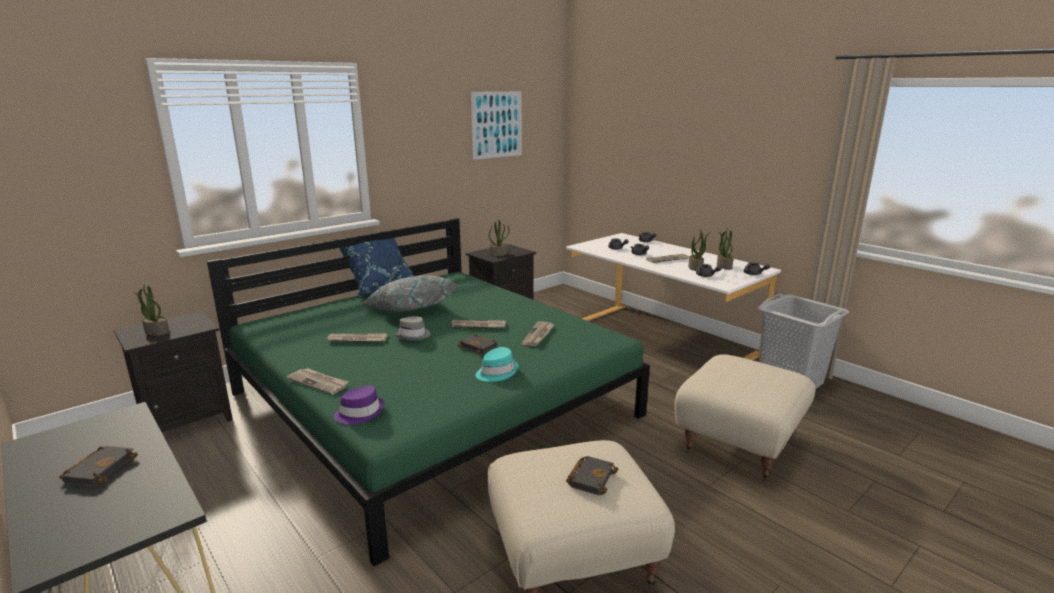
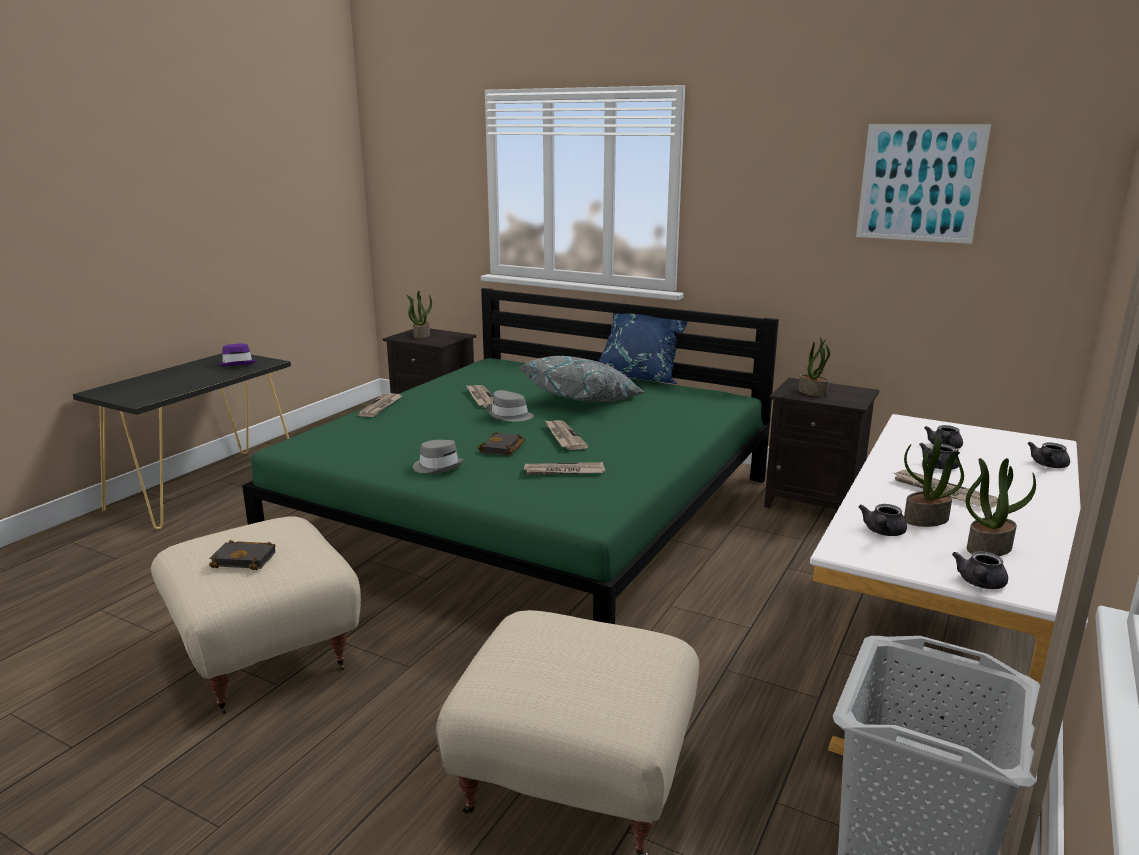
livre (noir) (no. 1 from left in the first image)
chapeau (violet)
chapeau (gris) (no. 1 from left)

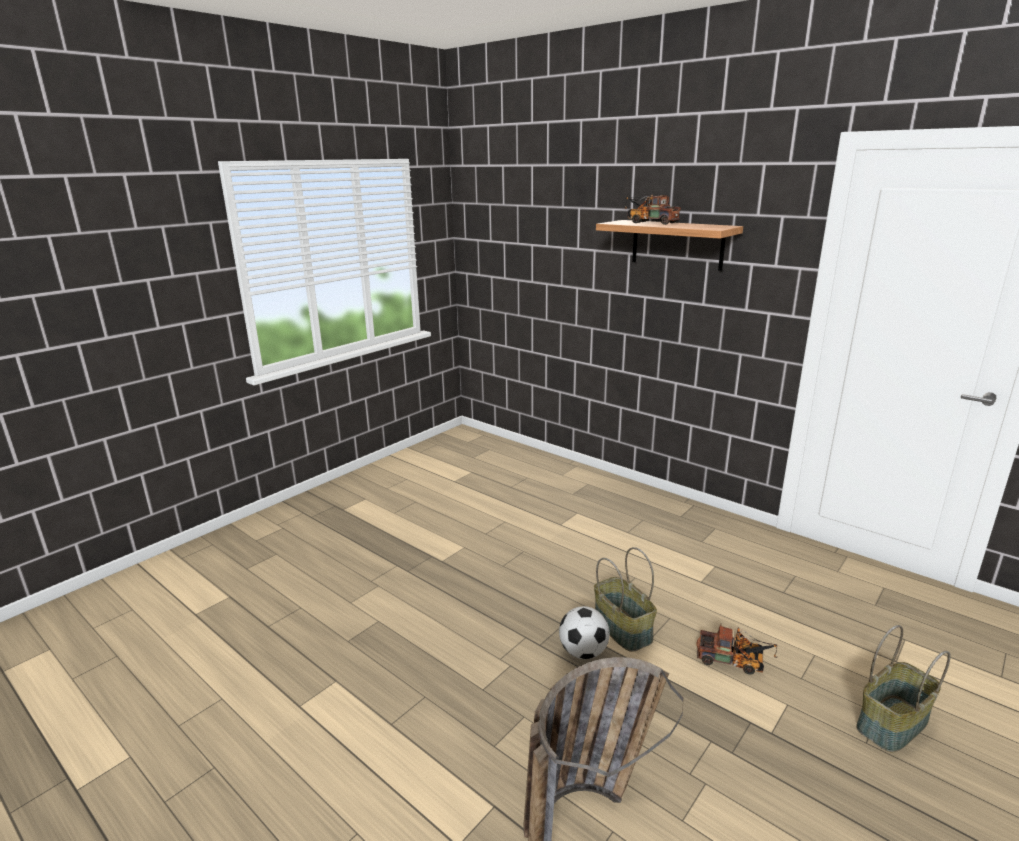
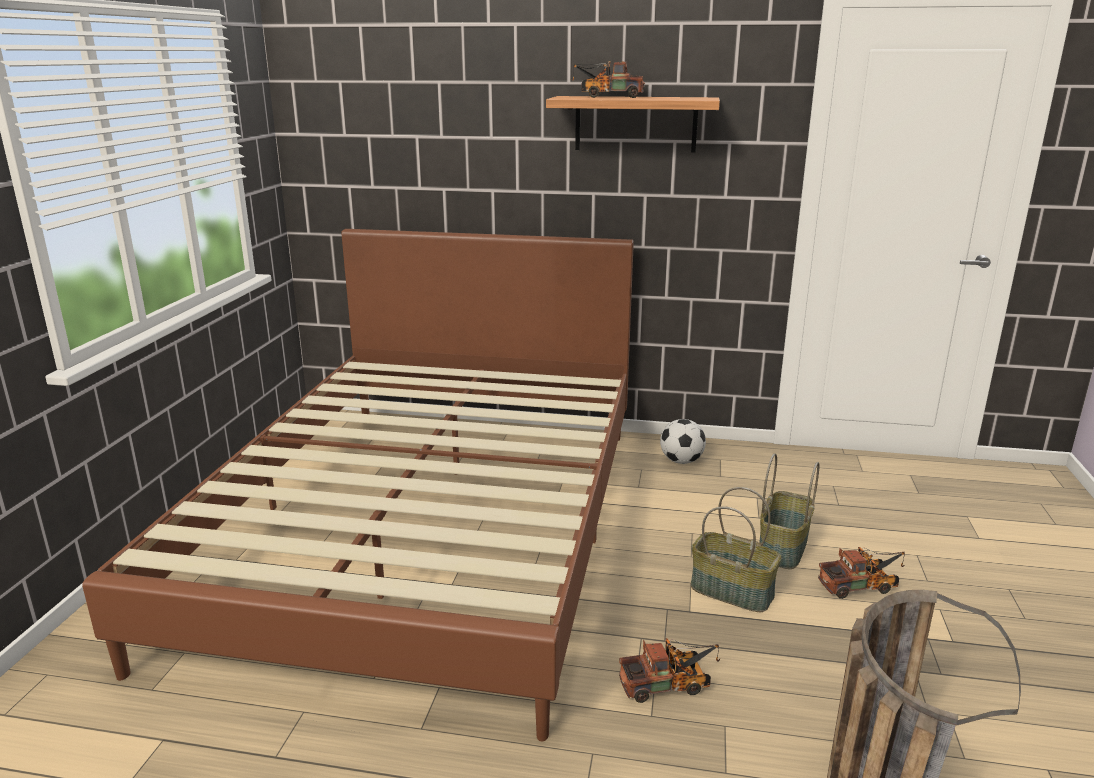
lit (marron)
camion jouet (no. 2 from left)
ballon de foot
panier (no. 2 from left)

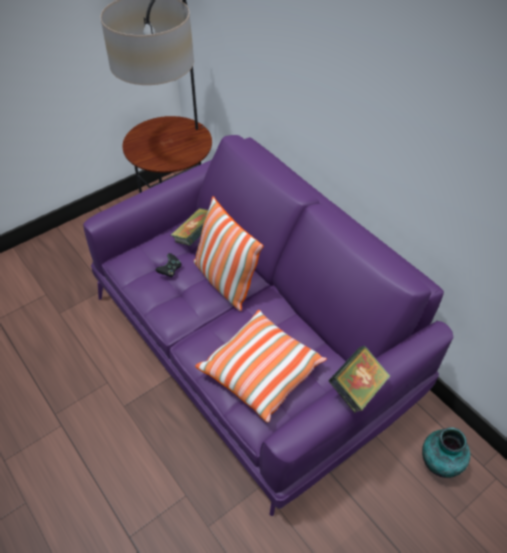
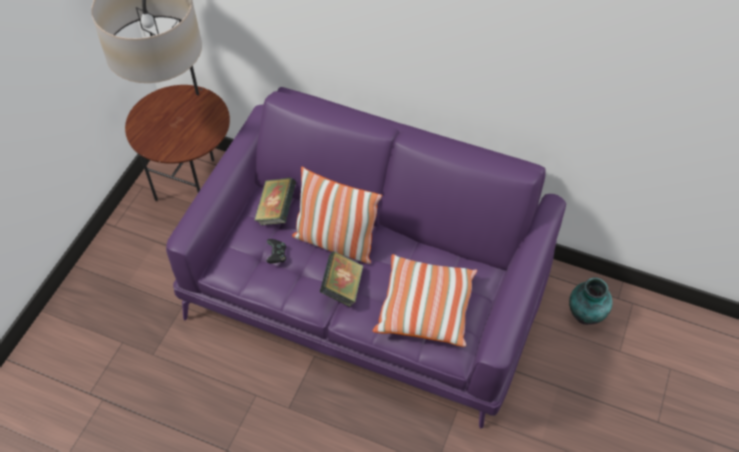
livre (no. 2 from left)

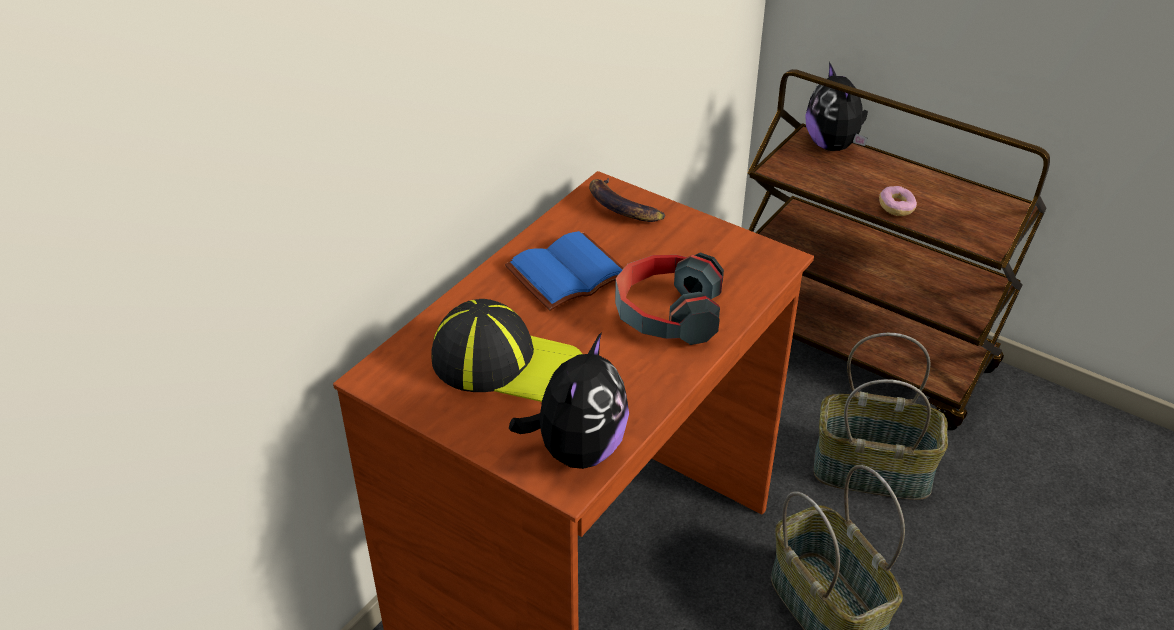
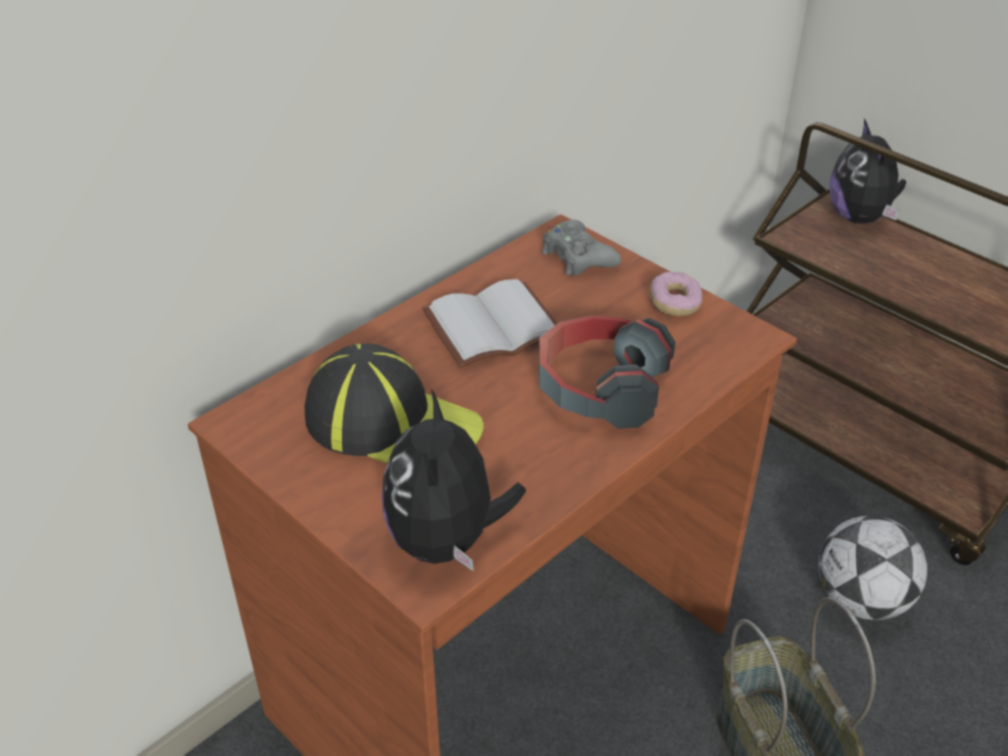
beignet
manette (gris)
ballon de foot
livre (blanc)
peluche (no. 1 from left)

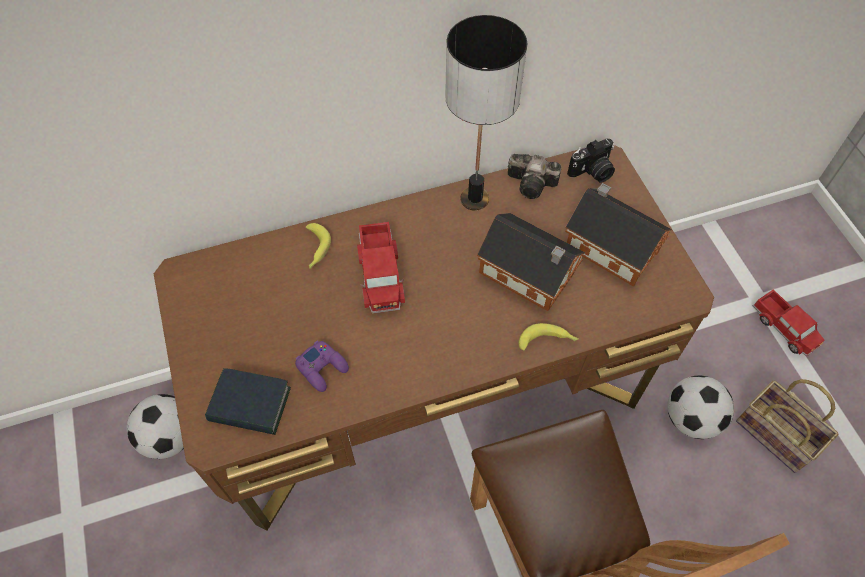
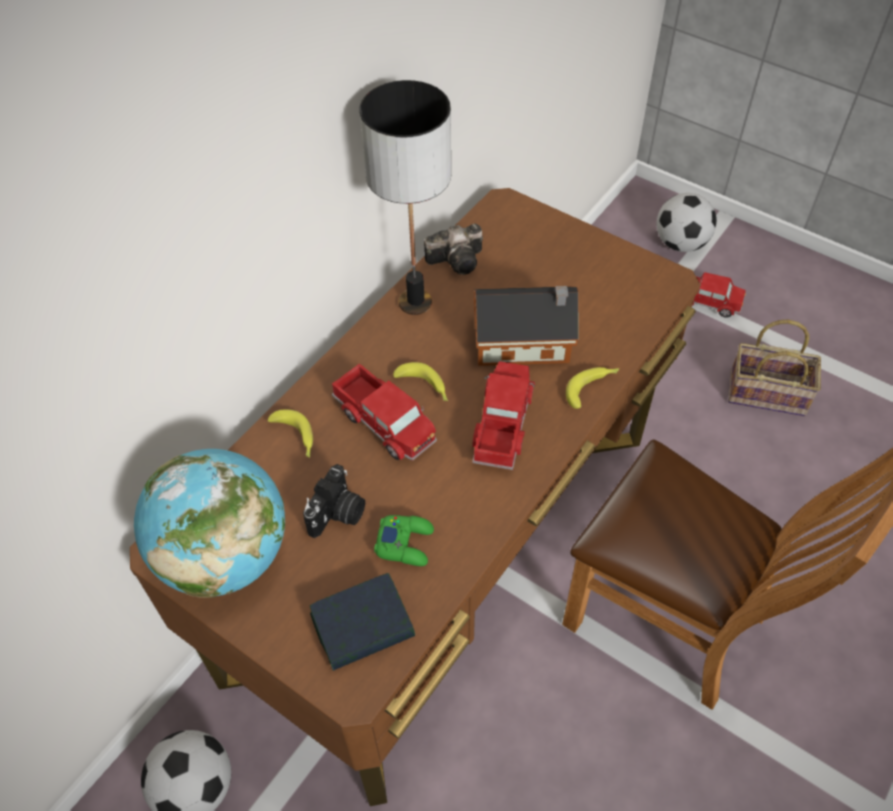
maison miniature (no. 2 from left in the first image)
globe
banane (no. 2 from left)
camion jouet (no. 2 from left)
appareil photo (no. 1 from left)
ballon de foot (no. 2 from left)
manette (vert)

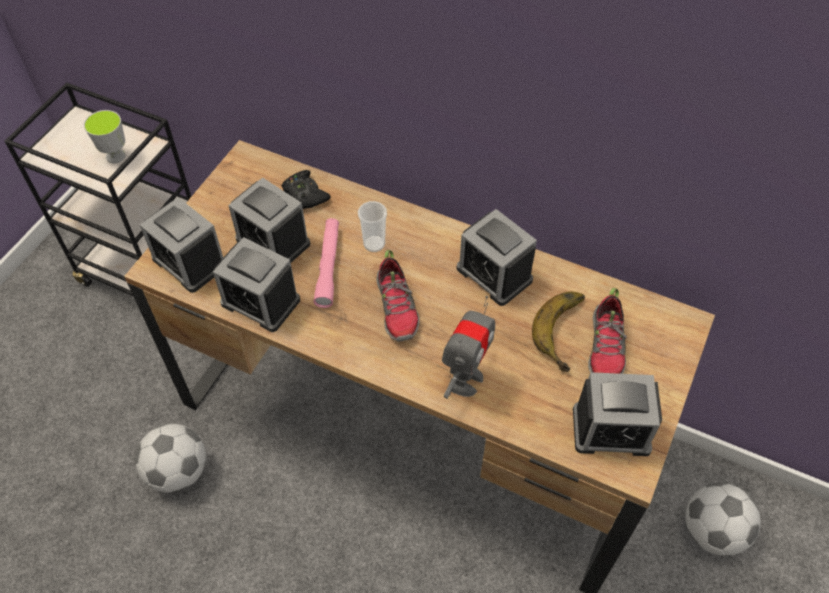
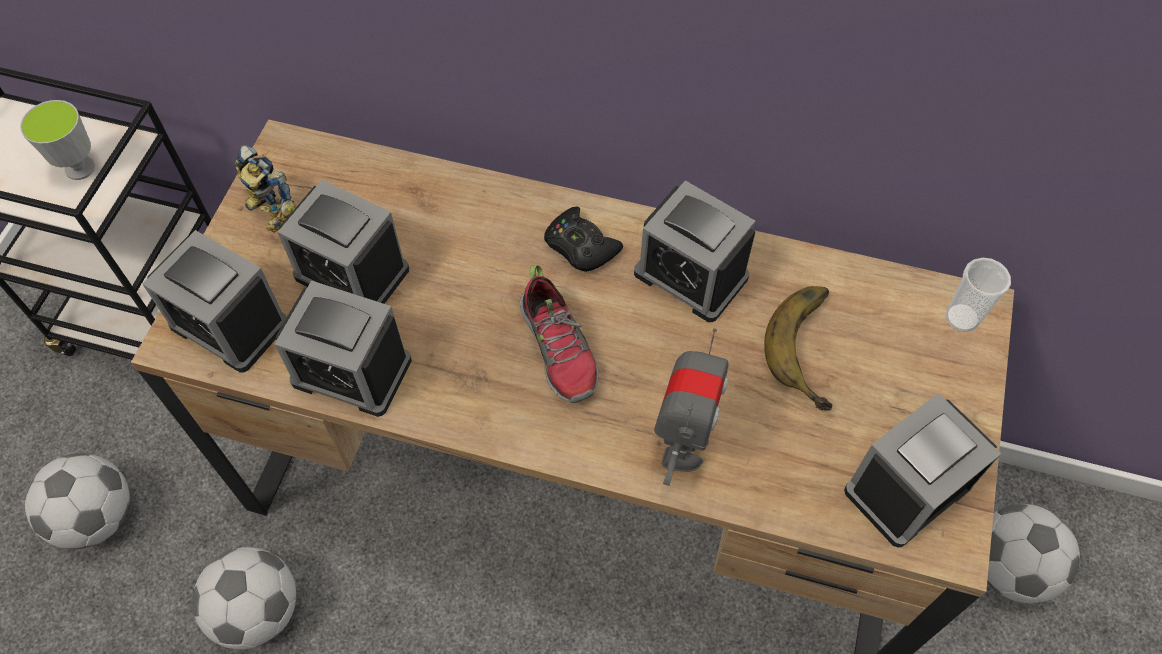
lampe de poche (rose)
chaussure (no. 2 from left in the first image)
ballon de foot (no. 1 from left)
robot jouet (no. 1 from left)
manette (noir)
tasse (no. 2 from left)
réveil (no. 5 from left)

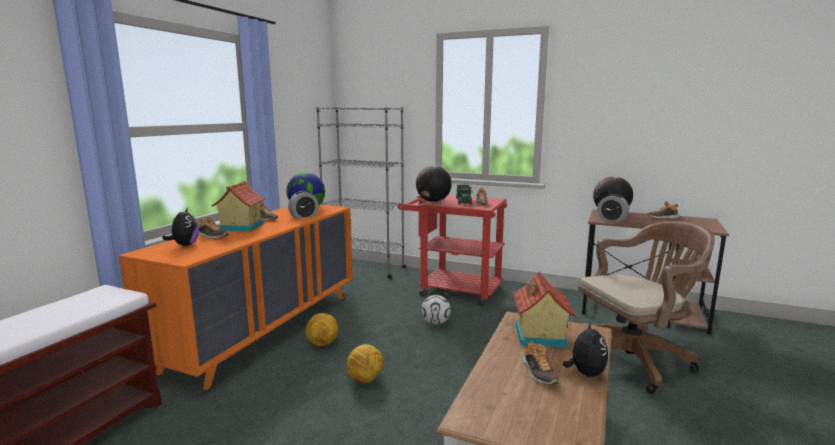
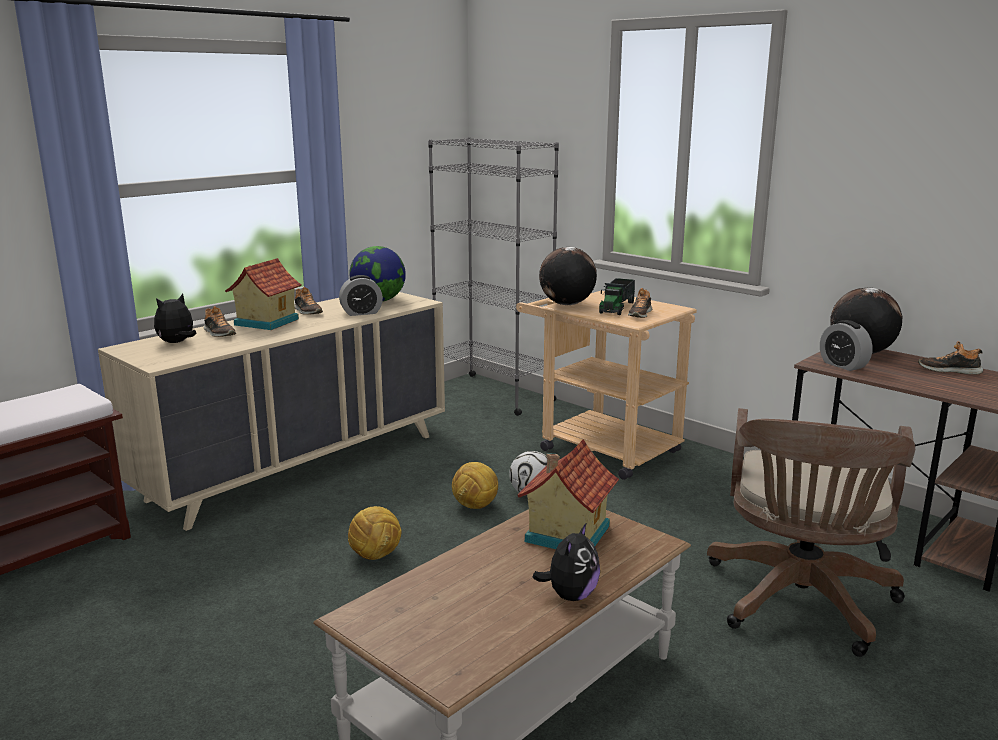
chaussure (no. 4 from left in the first image)
ballon de foot (no. 2 from left)
commode (beige)
chariot (beige)
peluche (no. 1 from left)
chaise de bureau (marron)

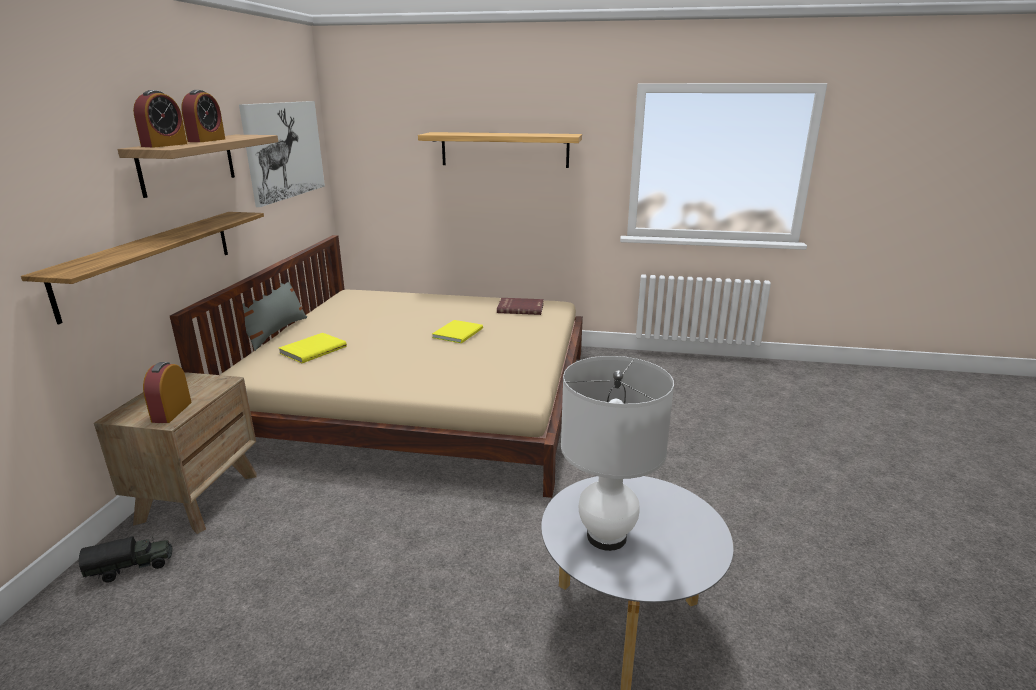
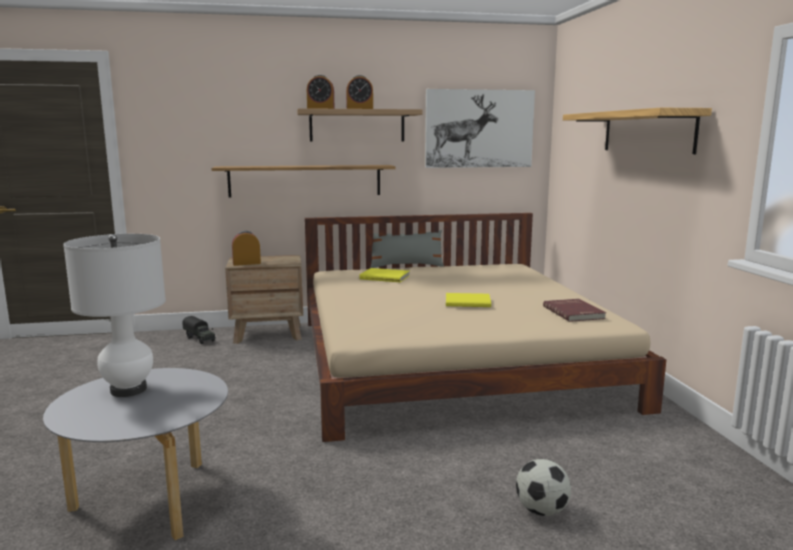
ballon de foot

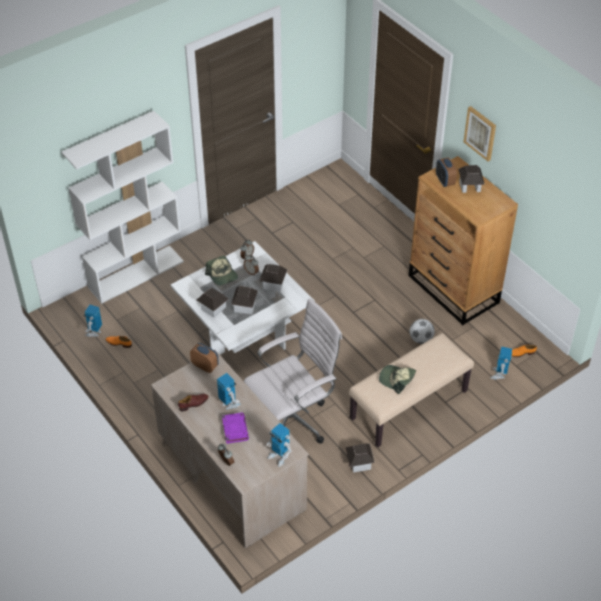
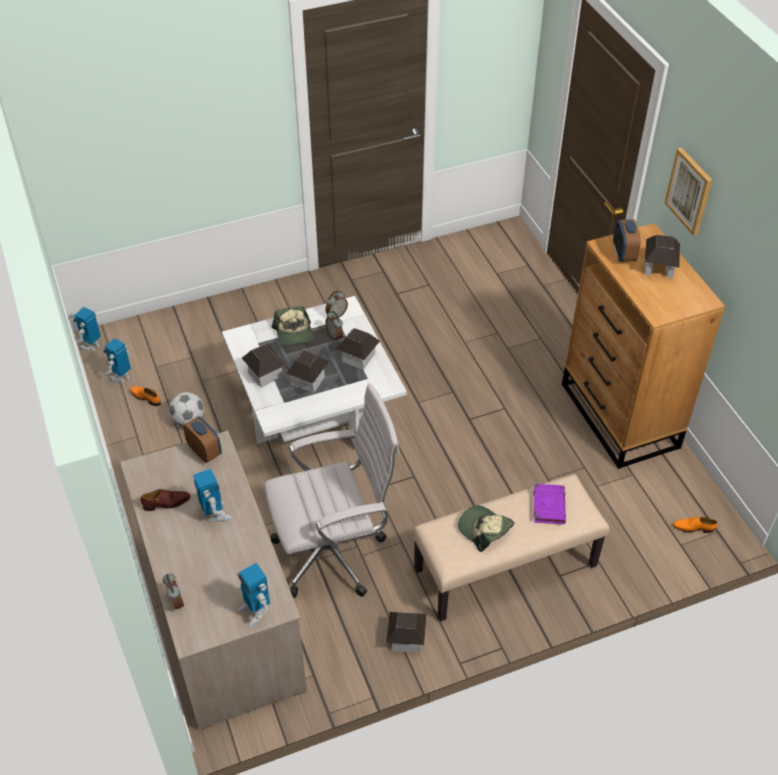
bibliothèque (blanc)
livre (violet)
ballon de foot
robot jouet (no. 1 from left)

